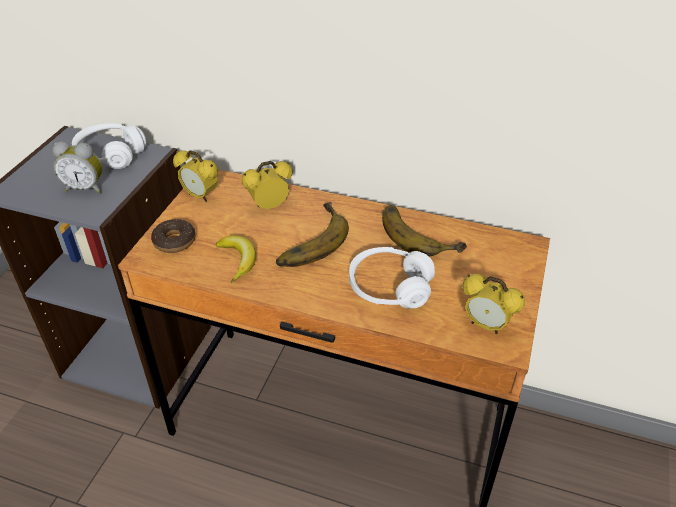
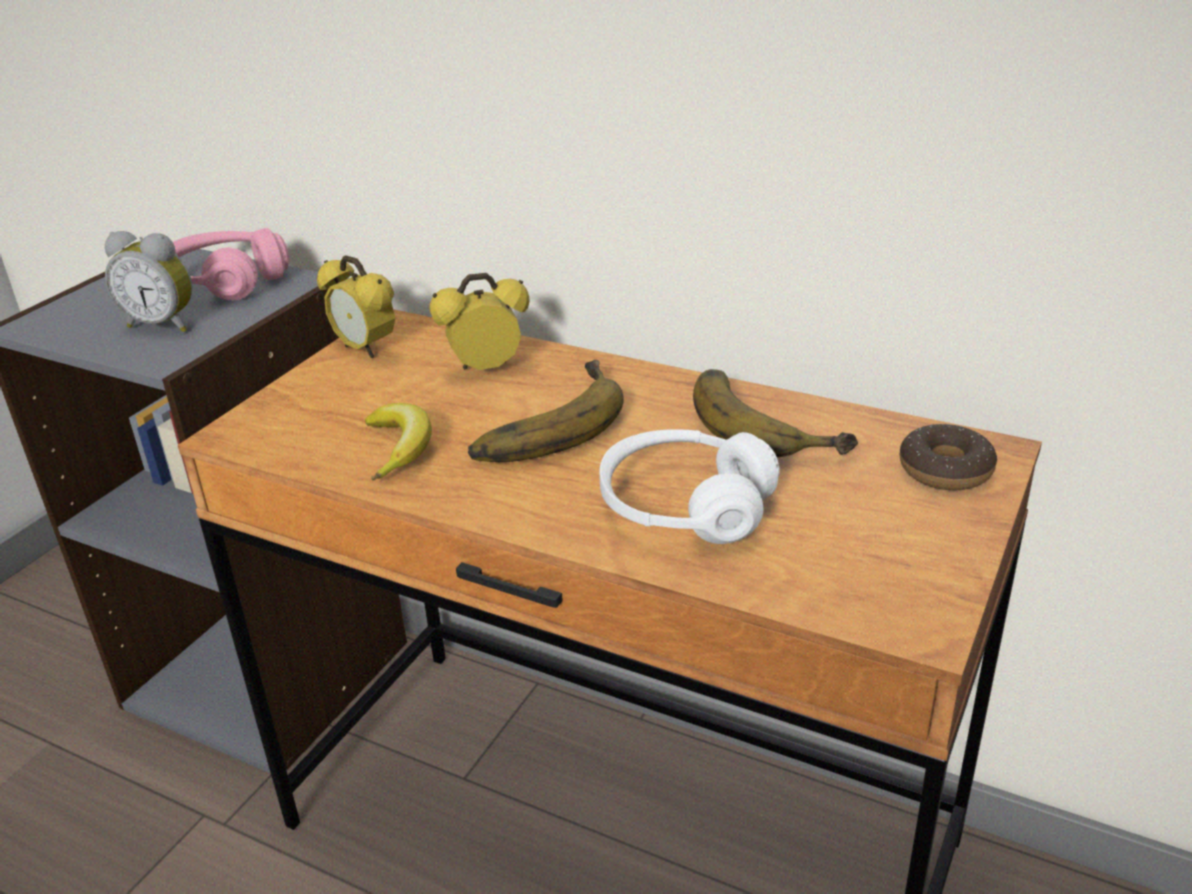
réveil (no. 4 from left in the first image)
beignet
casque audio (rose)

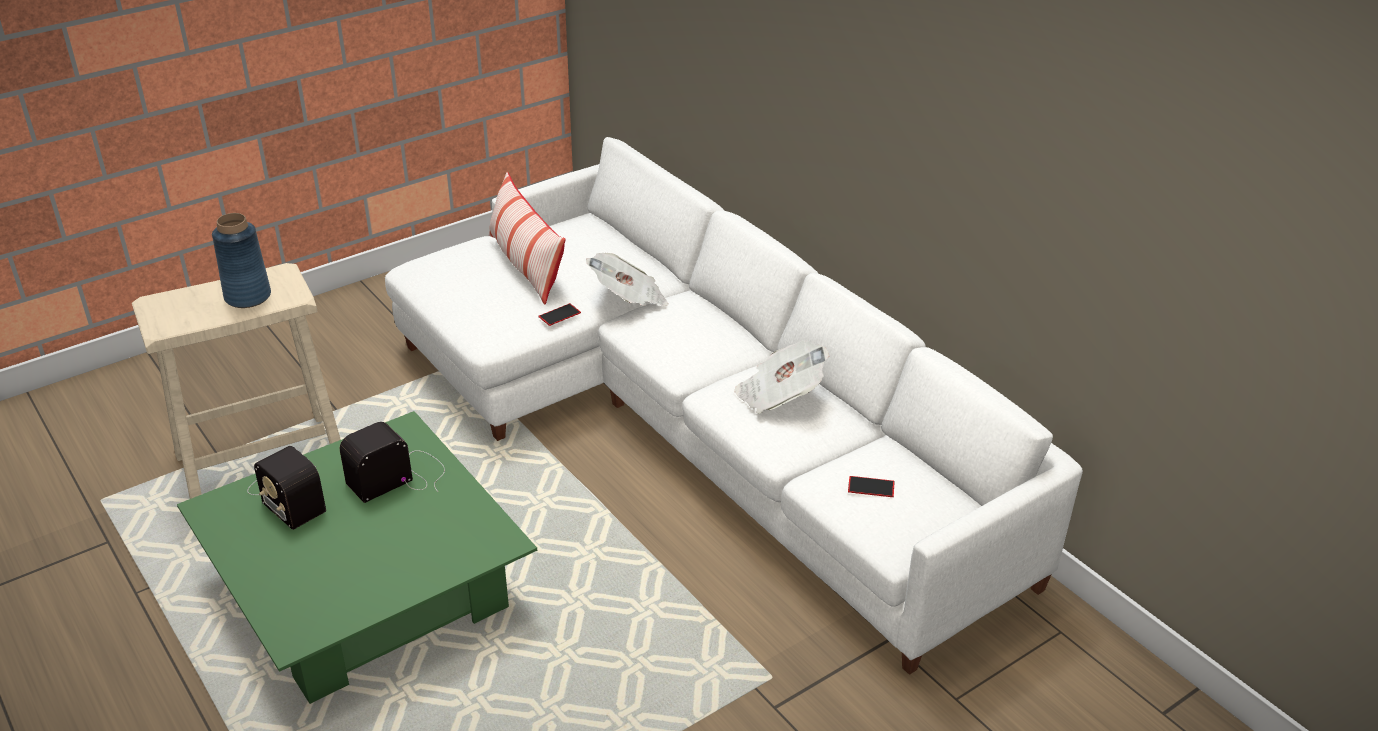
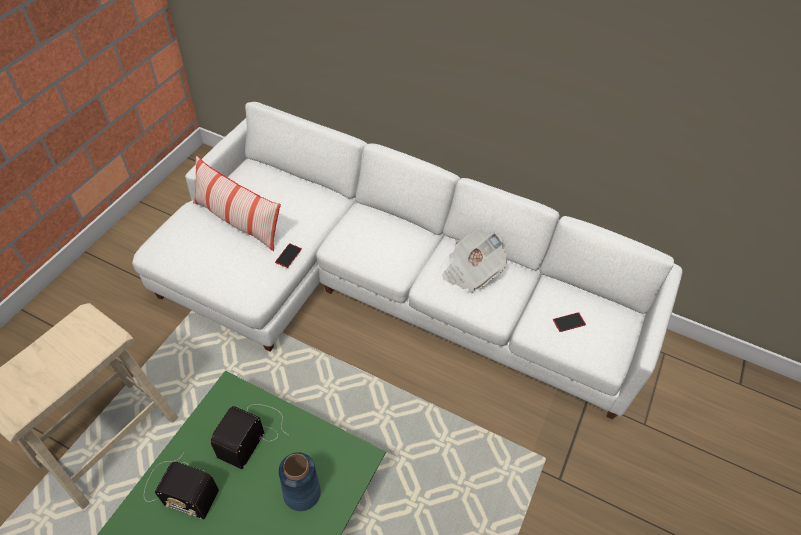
journal (no. 1 from left in the first image)
vase (bleu)

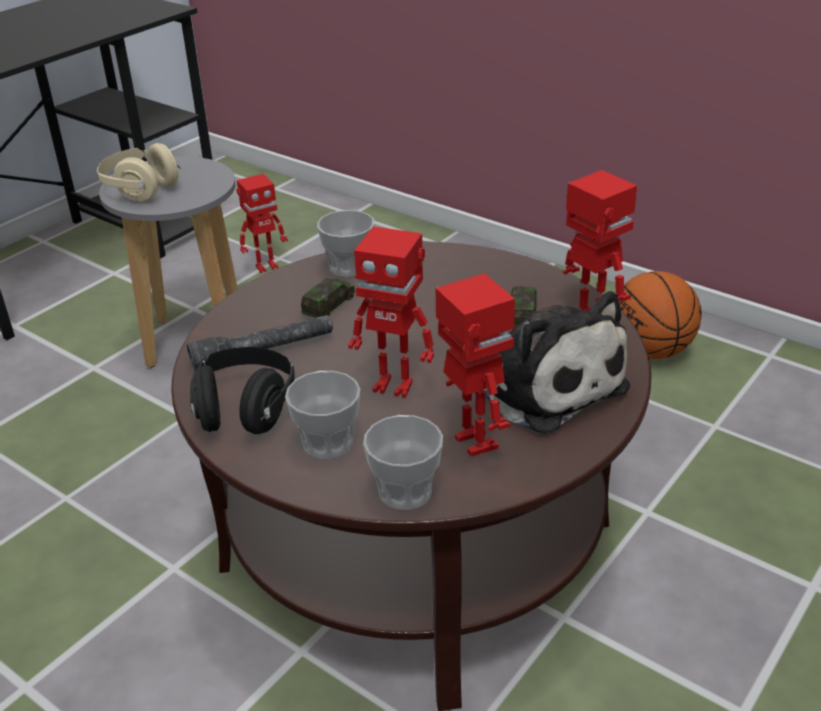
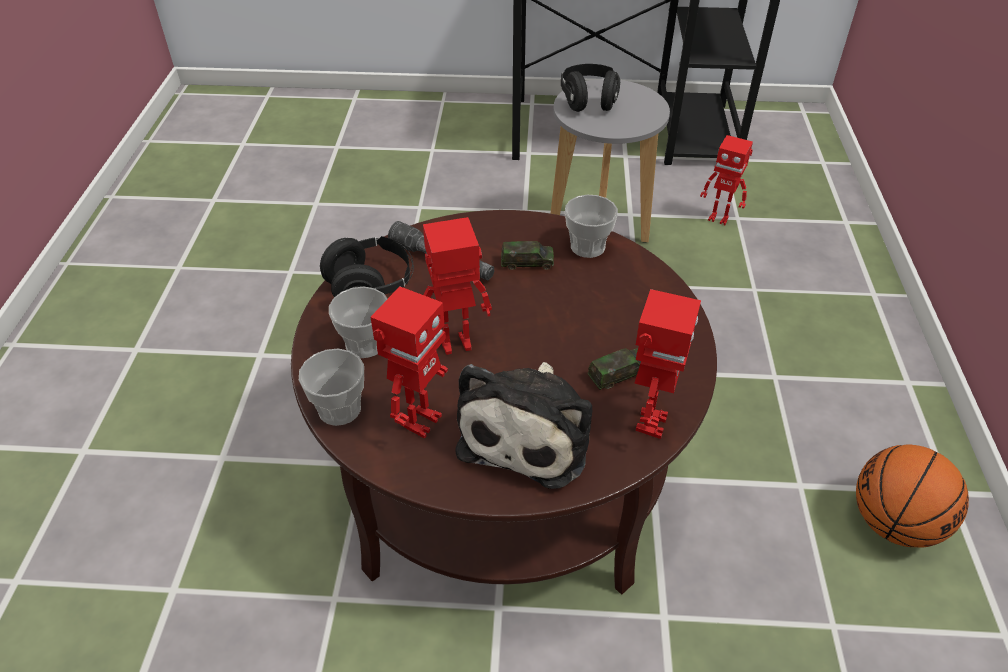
casque audio (noir) (no. 2 from left)
robot jouet (no. 2 from left)

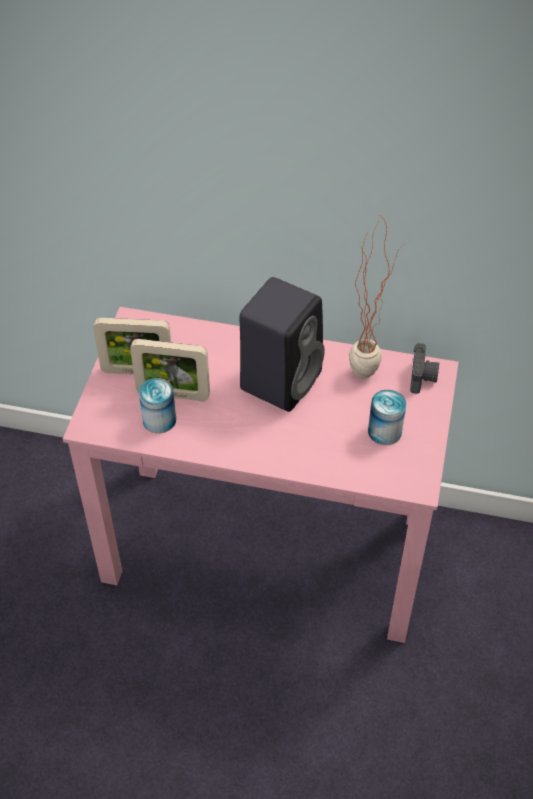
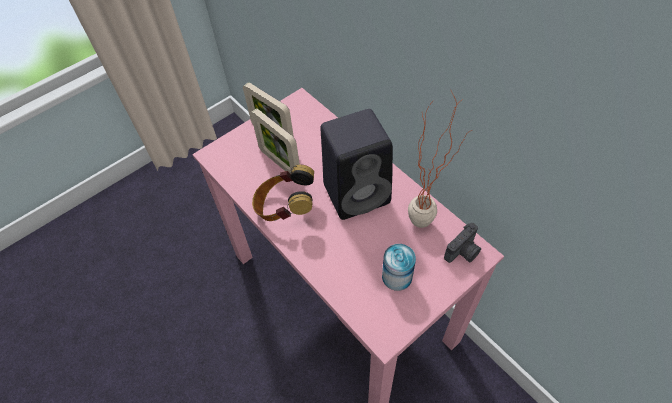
boîte métallique (no. 1 from left in the first image)
casque audio

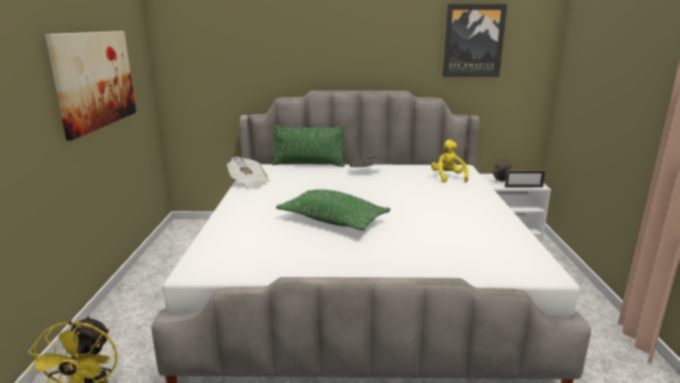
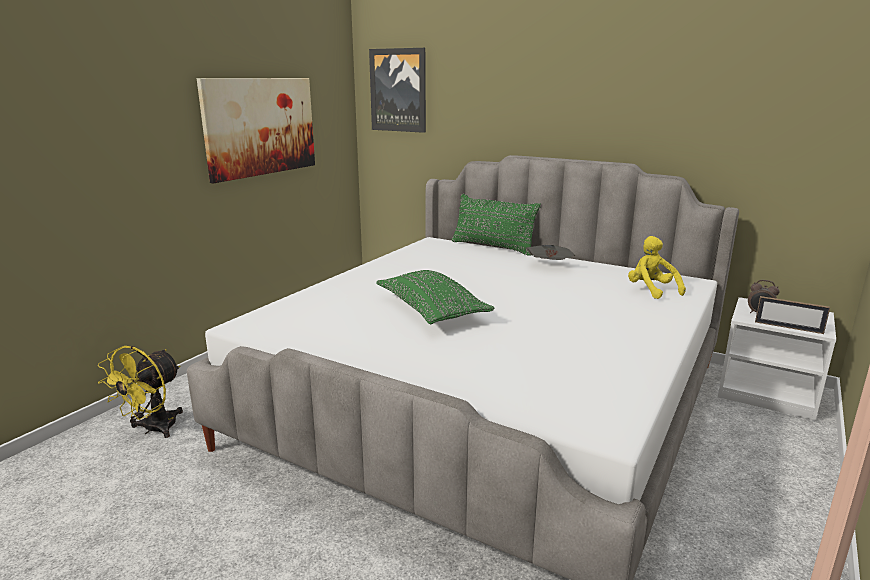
journal (no. 1 from left in the first image)
tableau (no. 2 from left)
peluche (jaune)

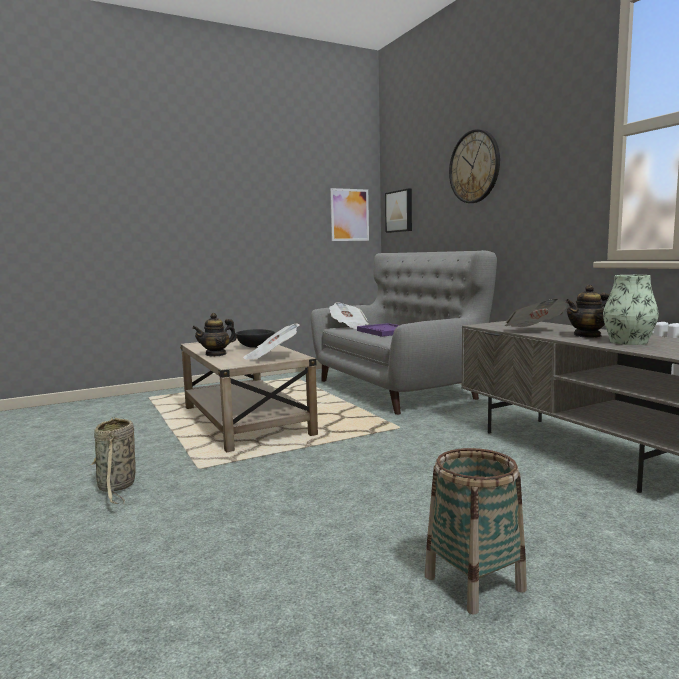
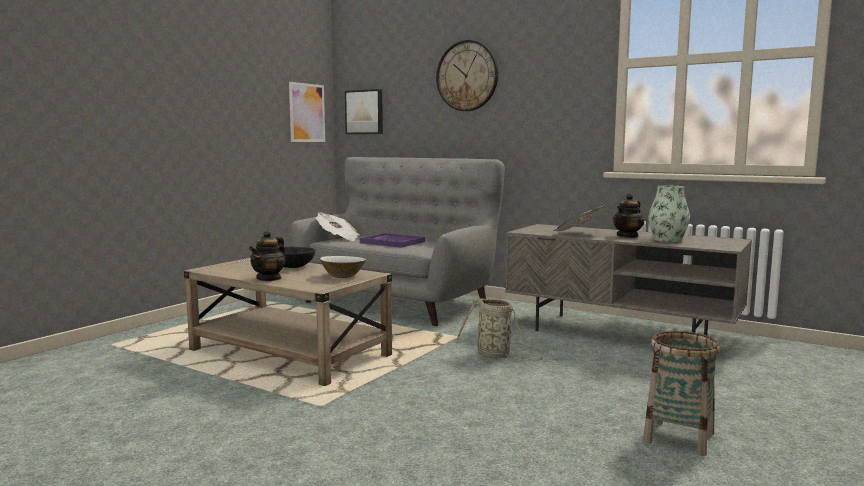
panier (no. 1 from left)
bol (beige)

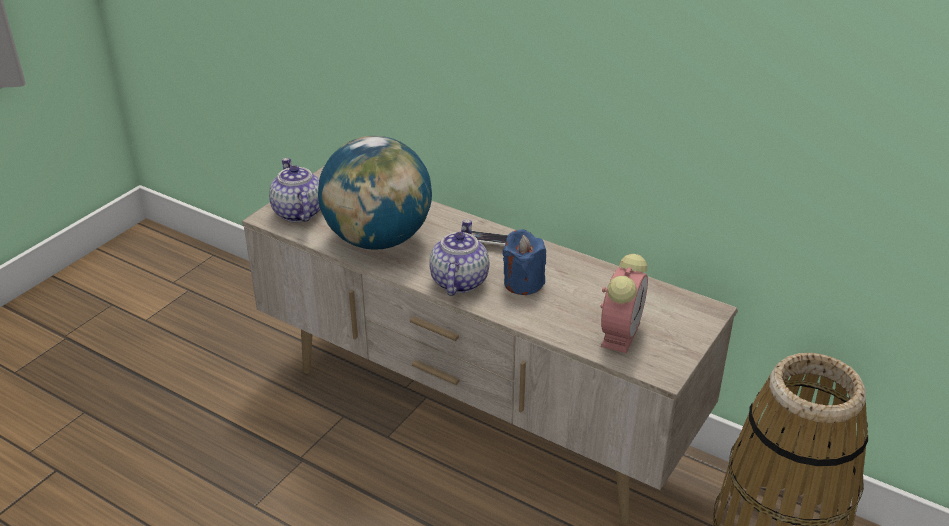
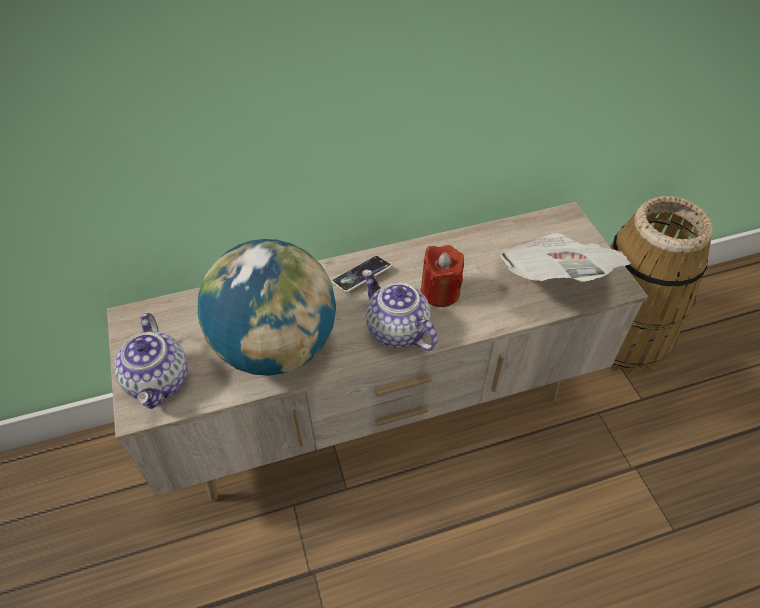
journal
bougie (rouge)
théière (no. 1 from left)

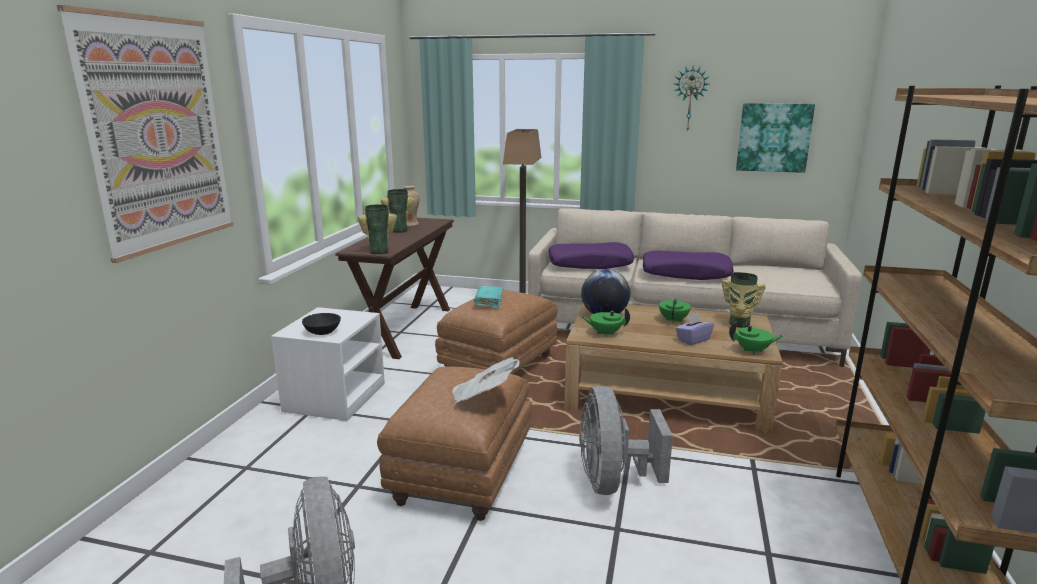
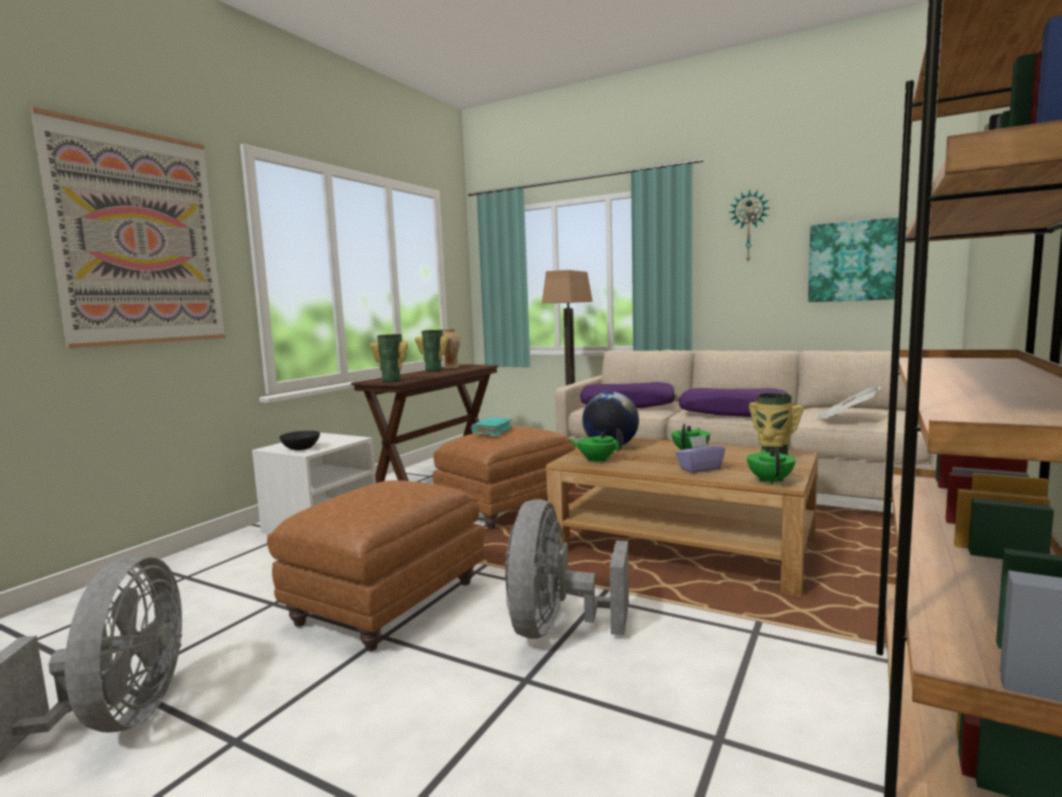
journal
théière (vert) (no. 3 from left)

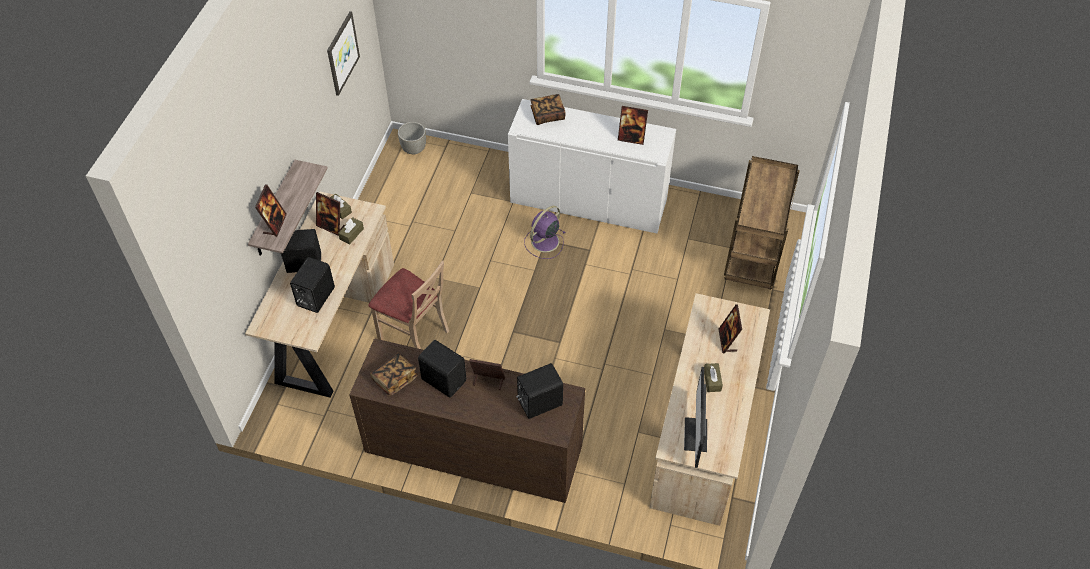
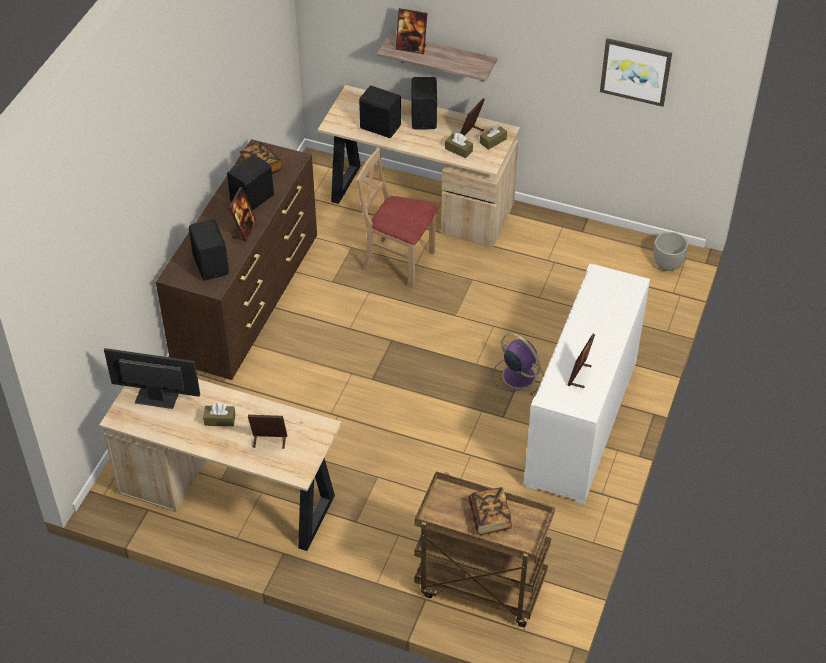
livre (no. 2 from left)
chaise (beige)

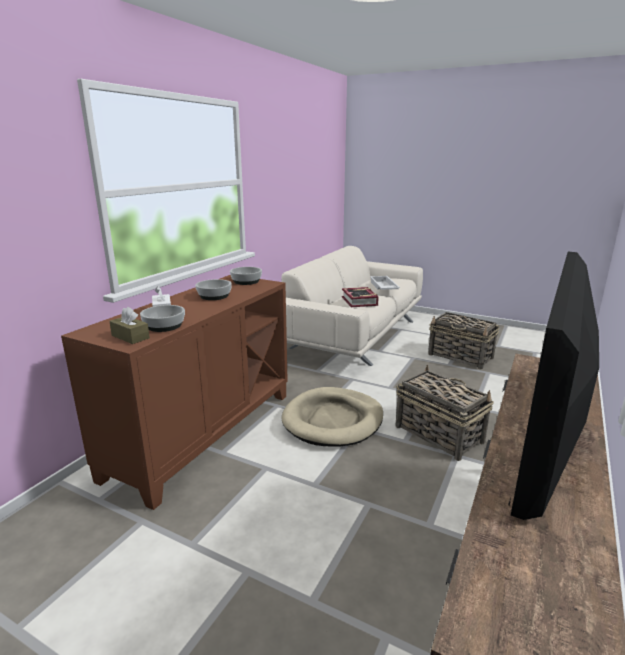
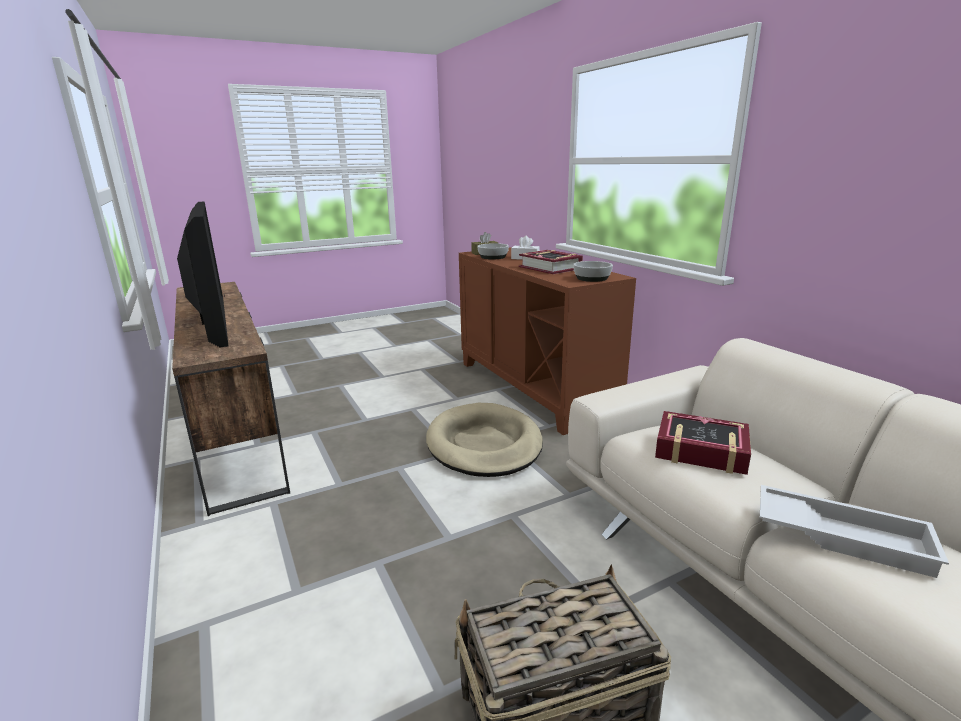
panier (no. 1 from left in the first image)
livre (no. 1 from left)

